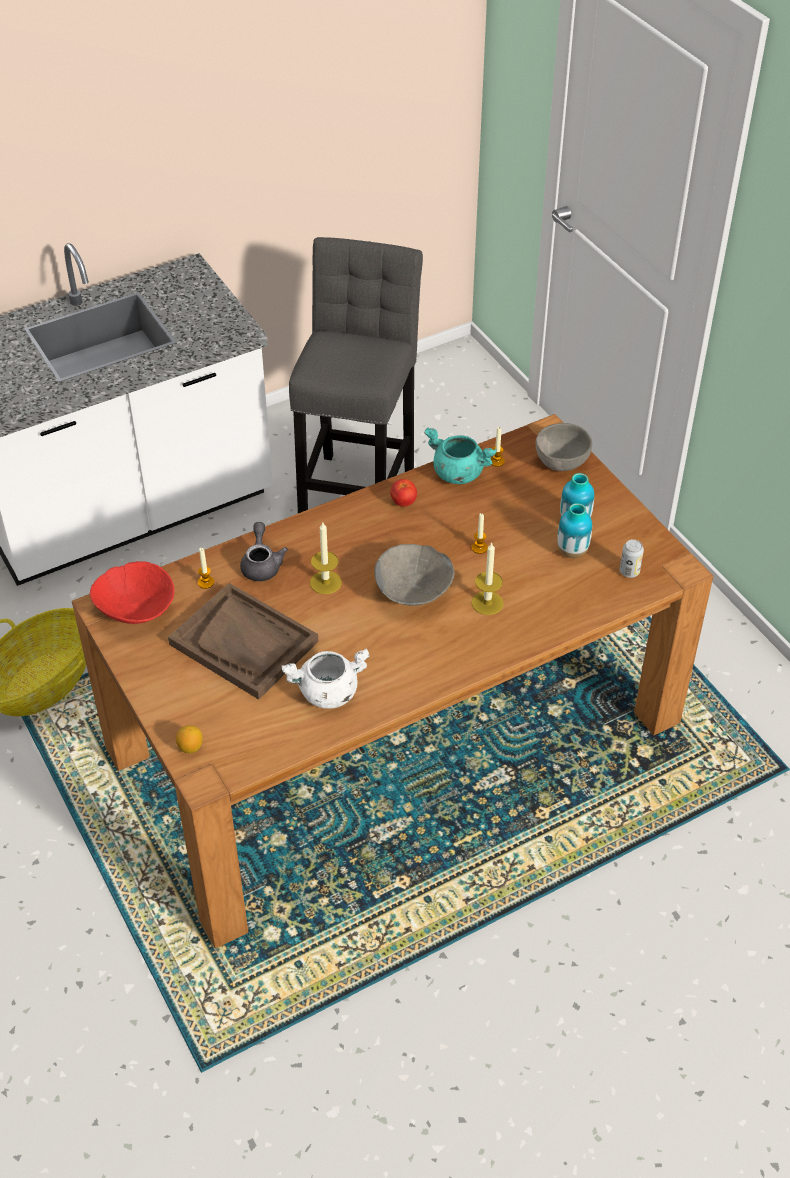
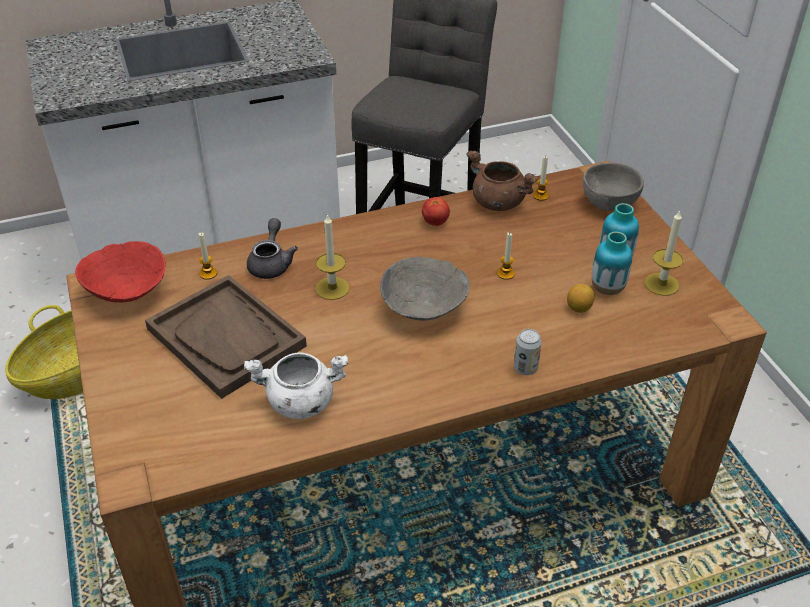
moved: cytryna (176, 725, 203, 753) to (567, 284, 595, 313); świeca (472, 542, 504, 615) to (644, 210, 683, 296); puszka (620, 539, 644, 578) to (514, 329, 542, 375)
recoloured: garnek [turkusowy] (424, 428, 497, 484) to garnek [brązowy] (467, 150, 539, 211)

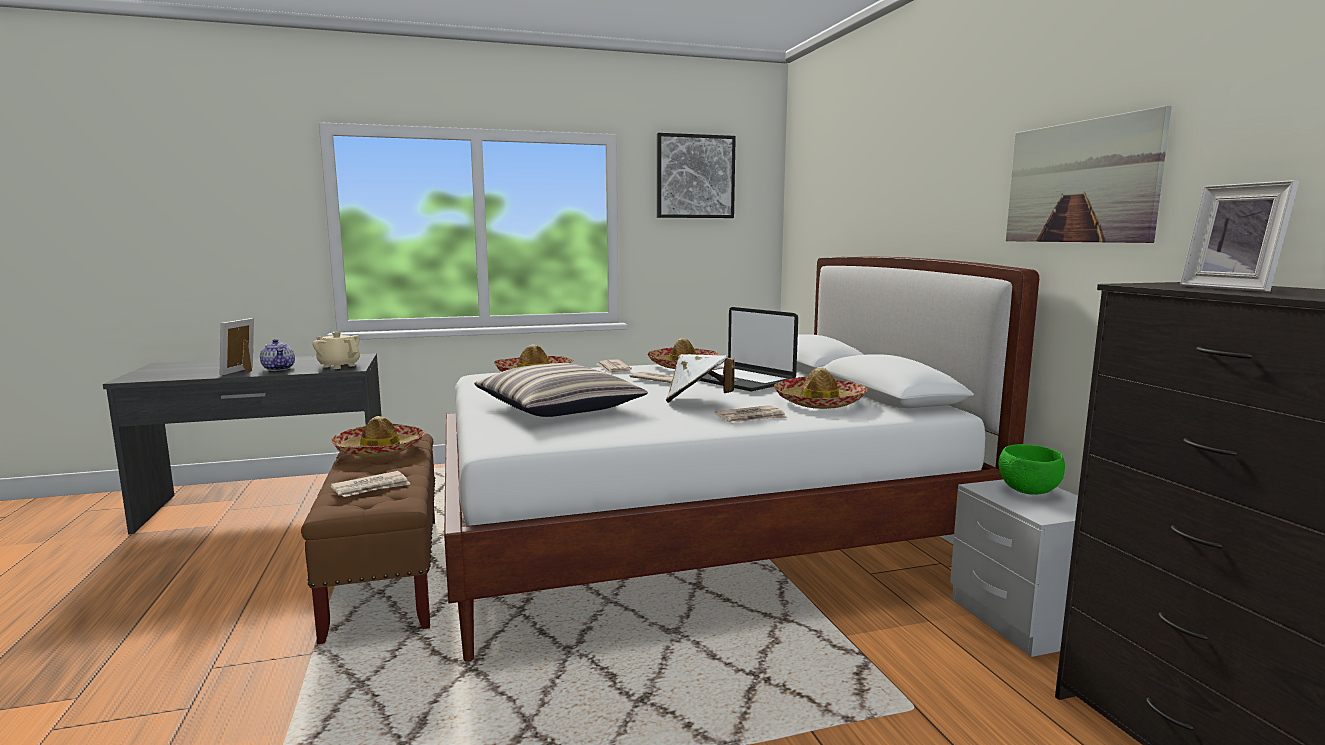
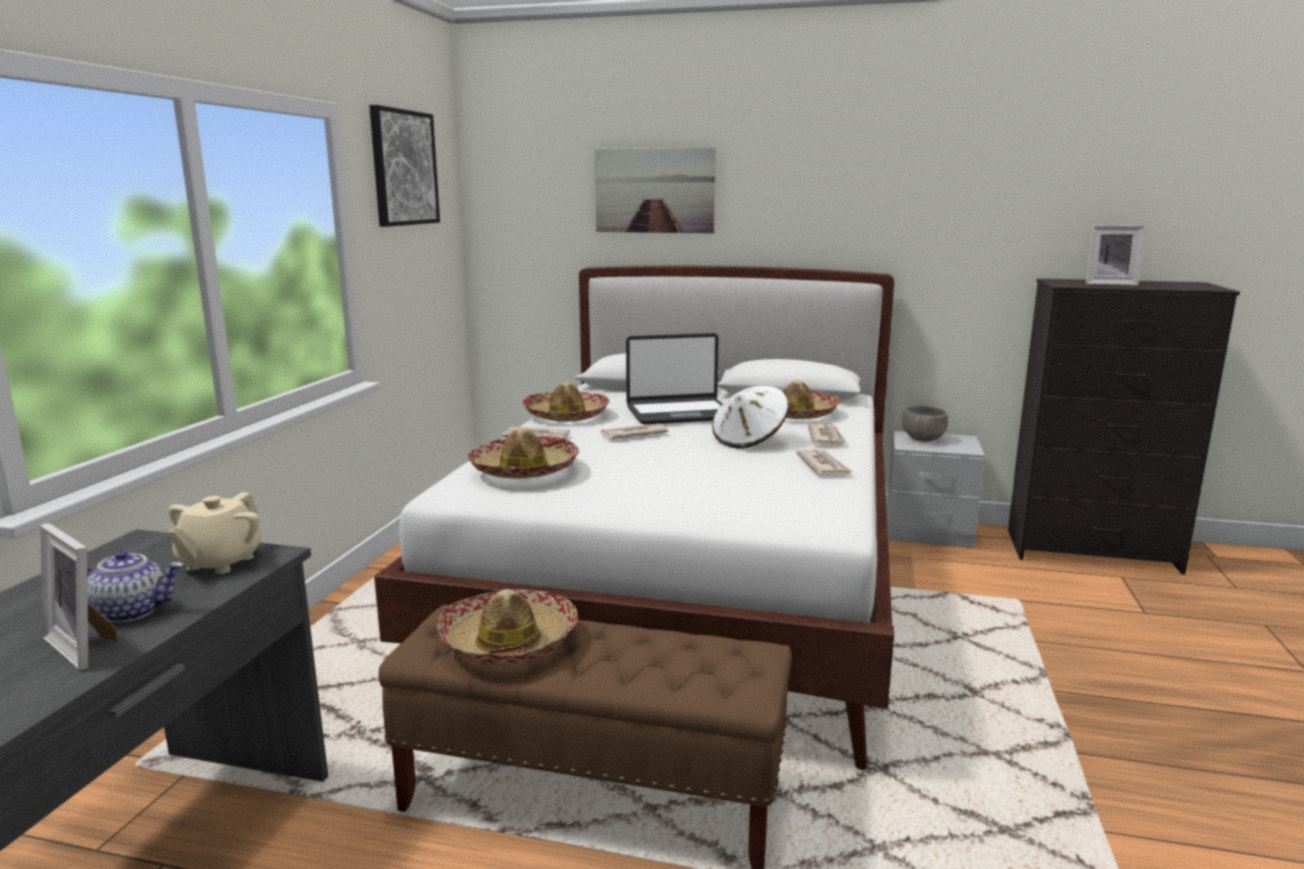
removed: poduszka (474, 363, 648, 417)
moved: gazeta (330, 471, 410, 497) to (796, 450, 853, 475); obraz (1006, 106, 1172, 243) to (595, 147, 716, 233)
recoloured: miska [zielony] (999, 444, 1065, 495) to miska [szary] (902, 406, 948, 442)
turned: imbryk [beżowy] (312, 332, 360, 369) = (168, 492, 261, 574) 45 degrees counterclockwise

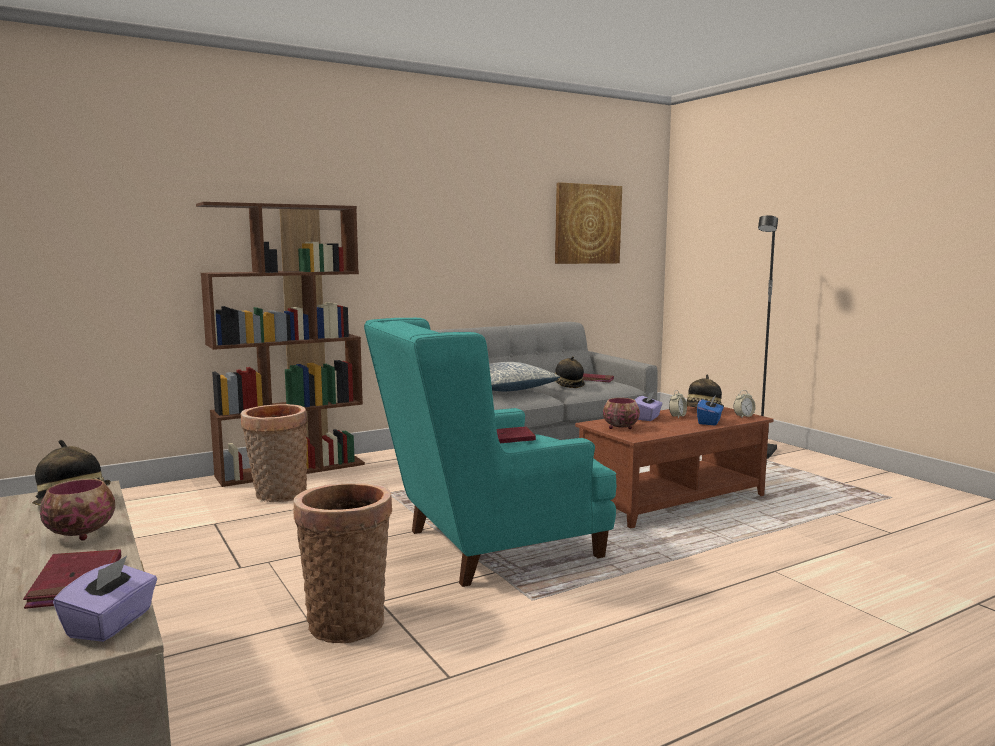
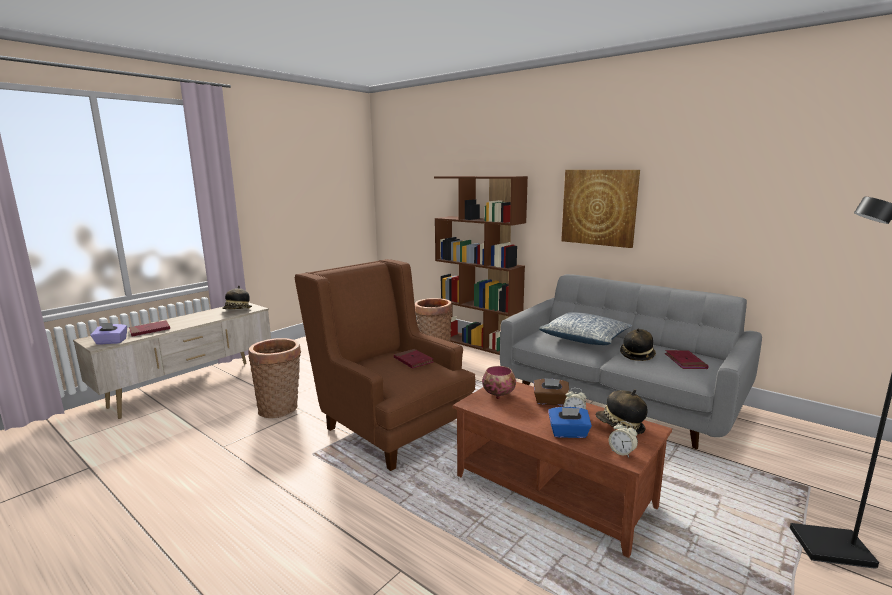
removed: miska (40, 479, 115, 541)
moved: obraz (555, 182, 622, 264) to (561, 170, 640, 248)
recoloured: fotel [turkusowy] (364, 318, 617, 587) to fotel [brązowy] (295, 259, 476, 471); pudełko chusteczek [fioletowy] (635, 392, 663, 421) to pudełko chusteczek [brązowy] (534, 378, 570, 406)

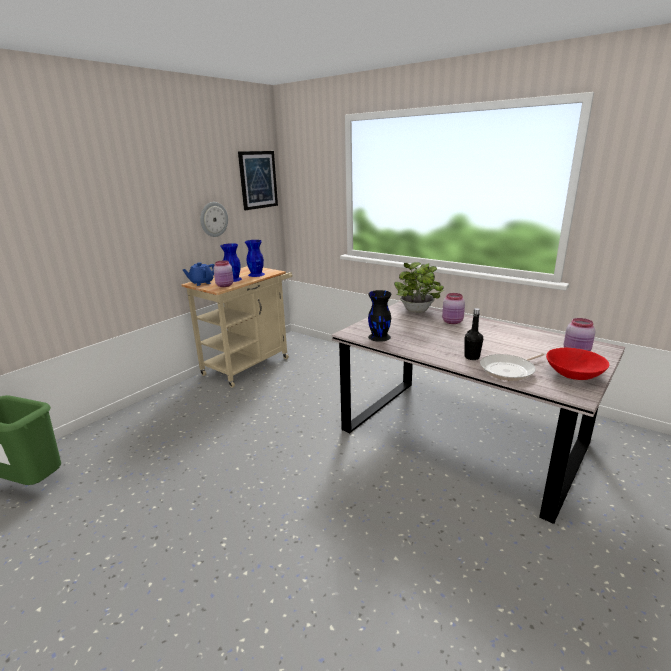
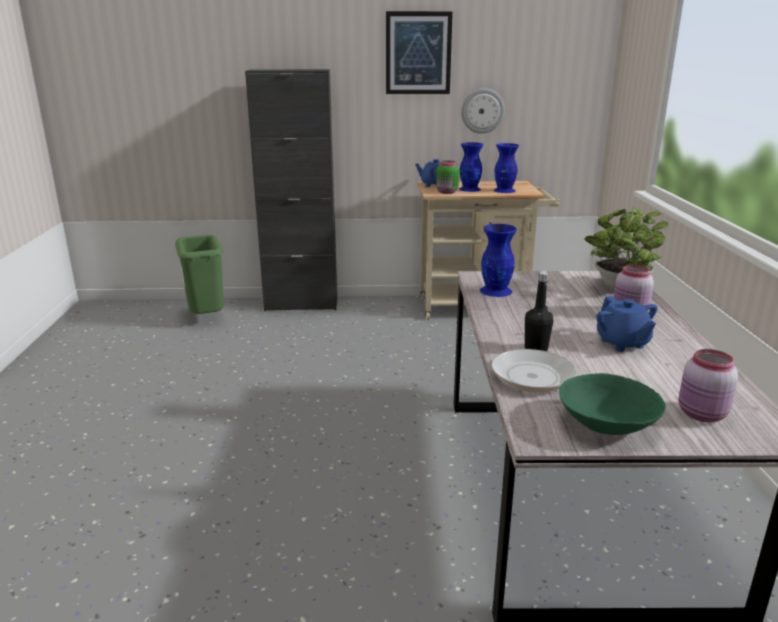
added: szafka [czarny] (245, 69, 337, 311); imbryk [niebieski] (596, 296, 658, 352)
moved: obraz (238, 151, 278, 210) to (386, 11, 453, 94)
recoloured: słoik [różowy] (213, 260, 234, 287) to słoik [zielony] (436, 160, 459, 194); wazon [czarny] (368, 290, 392, 342) to wazon [niebieski] (480, 224, 517, 297); miska [czerwony] (546, 348, 609, 380) to miska [zielony] (559, 373, 666, 435)

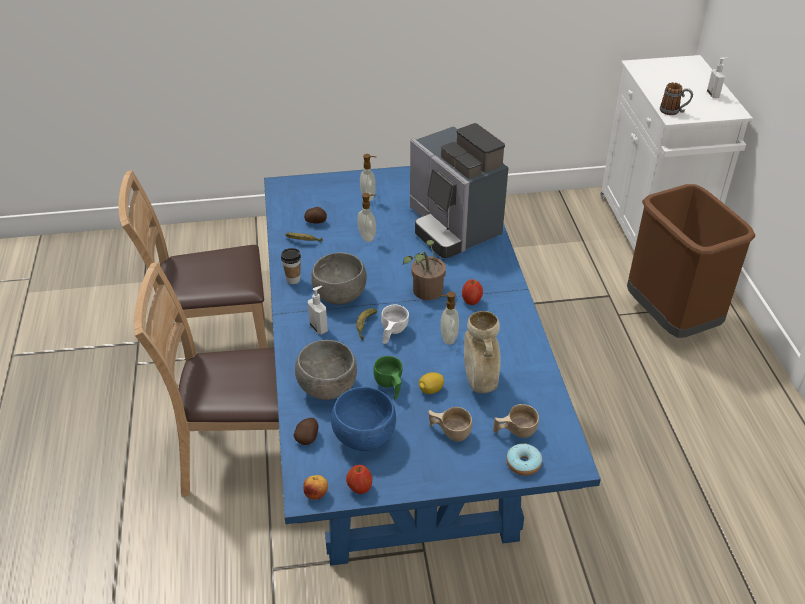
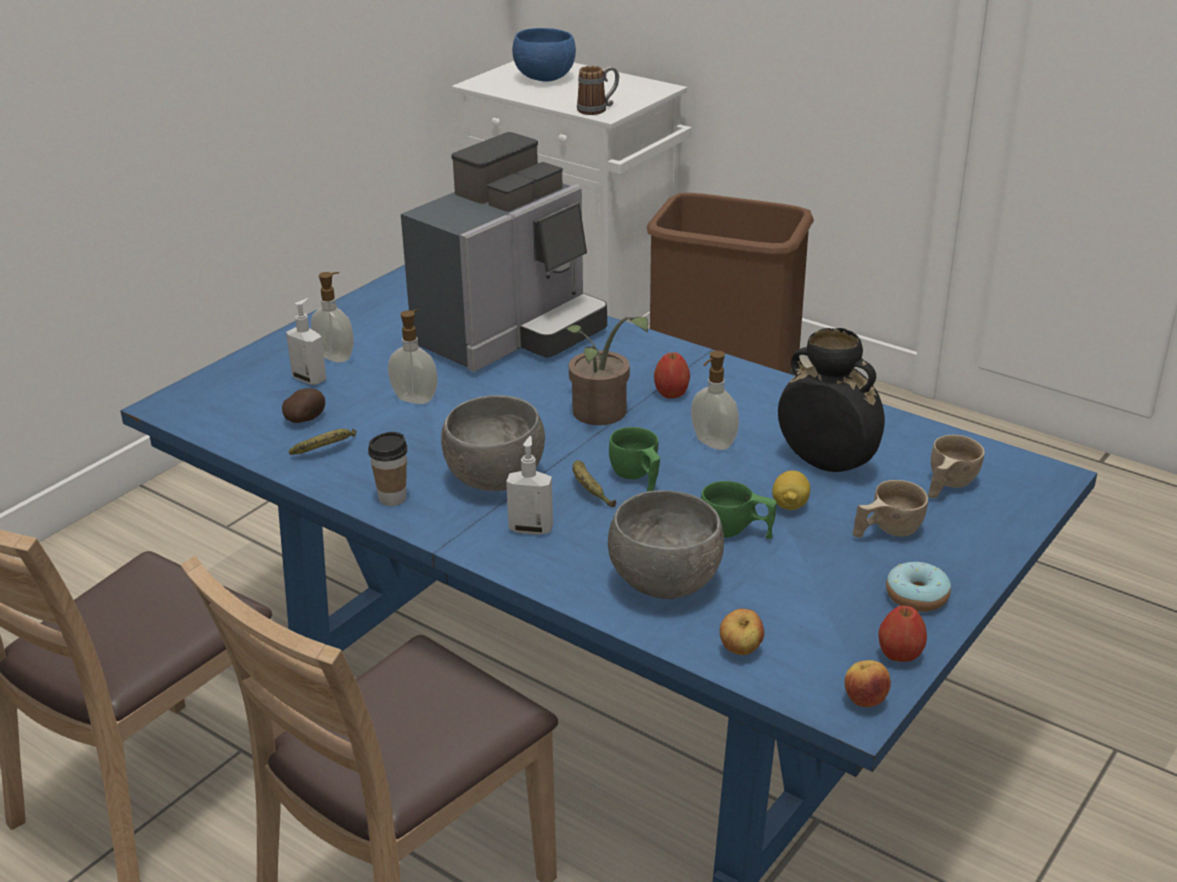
moved: miska [niebieski] (331, 387, 396, 451) to (512, 28, 576, 82); donut (506, 443, 542, 476) to (886, 562, 951, 612); dozownik mydła (707, 57, 727, 98) to (286, 298, 326, 385)
replaced: ziemniak (293, 418, 318, 445) to jabłko (720, 608, 764, 655)
recoloured: filiżanka [biały] (381, 304, 409, 344) to filiżanka [zielony] (609, 427, 660, 492); wazon [beżowy] (464, 311, 501, 393) to wazon [czarny] (778, 328, 885, 472)
turned: ekspres do kawy (410, 123, 509, 258) = (401, 132, 607, 372) 60 degrees counterclockwise

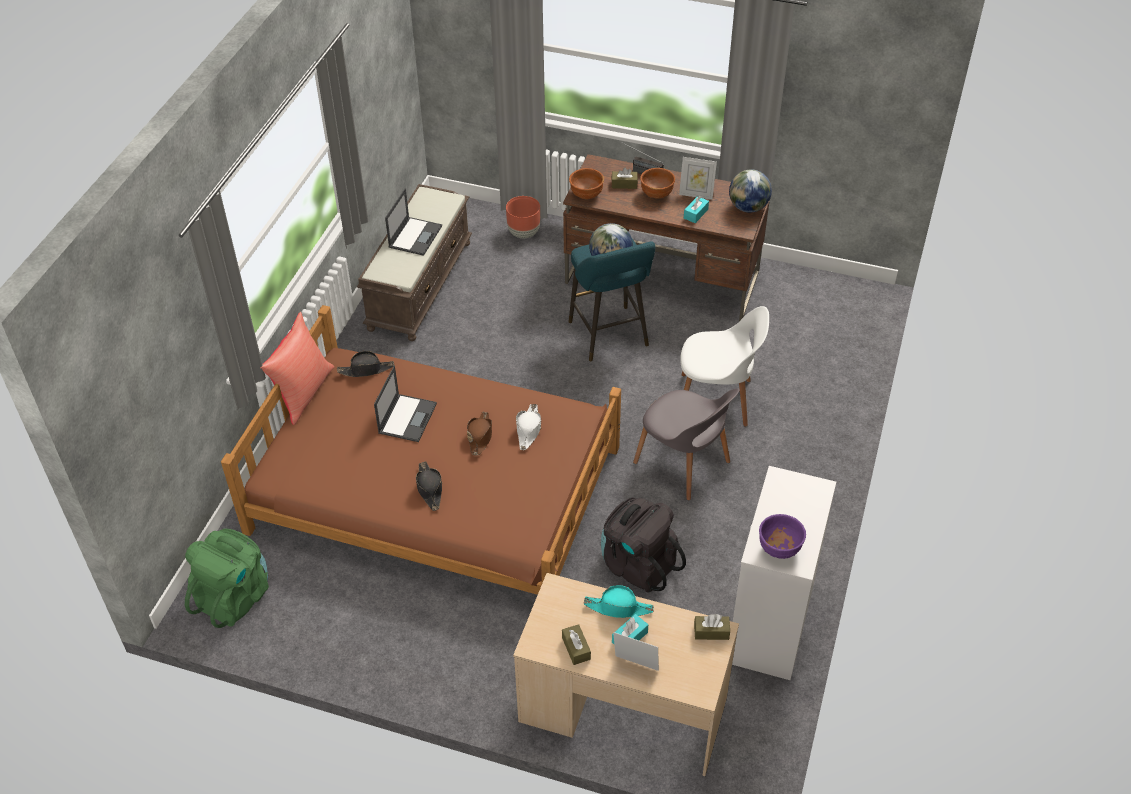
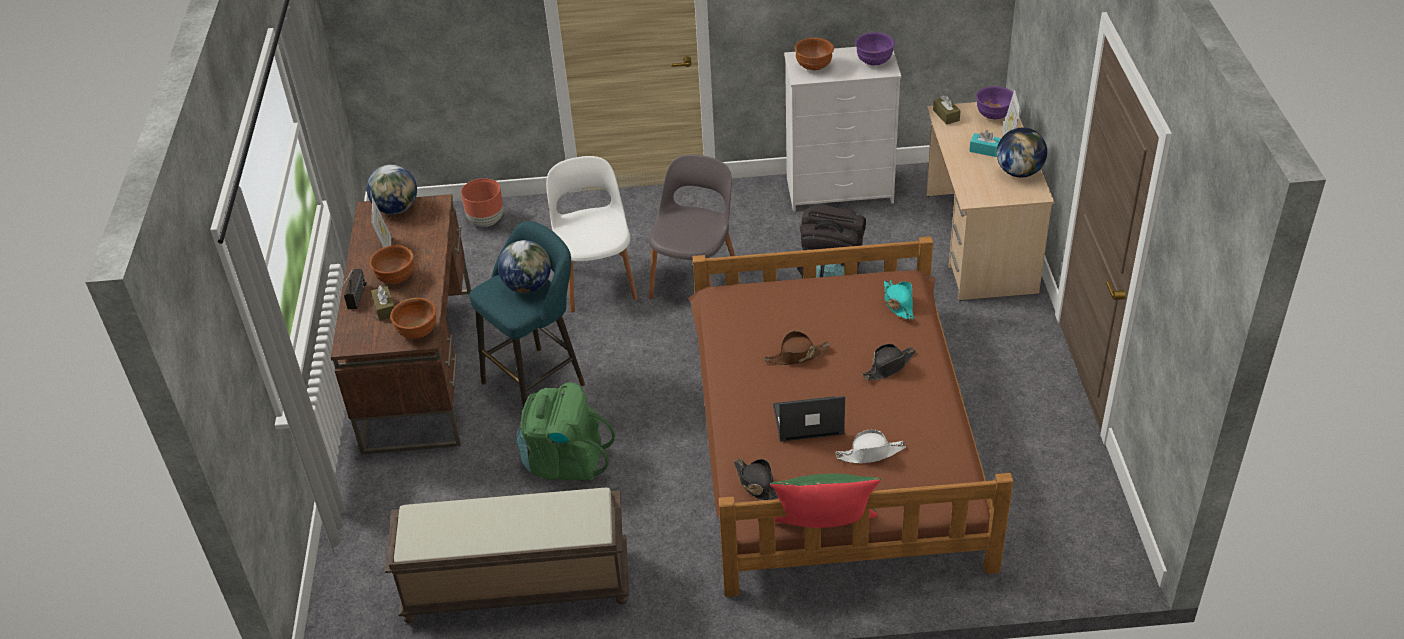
removed: laptop (385, 188, 442, 256); pudełko chusteczek [turkusowy] (684, 196, 709, 223)
added: miska [brązowy] (795, 38, 834, 70); miska [fioletowy] (976, 86, 1013, 119)
moved: plecak [zielony] (185, 529, 269, 628) to (516, 382, 615, 481); donica [brązowy] (506, 196, 540, 238) to (461, 178, 503, 227); kapelusz [biały] (516, 404, 541, 450) to (835, 429, 906, 464); kapelusz [turkusowy] (584, 585, 654, 618) to (884, 280, 915, 320)
replaced: pudełko chusteczek [brązowy] (562, 624, 591, 665) to globus (997, 128, 1047, 177)
recoloured: poduszka [czerwony] (260, 312, 334, 425) to poduszka [zielony] (770, 474, 881, 528)

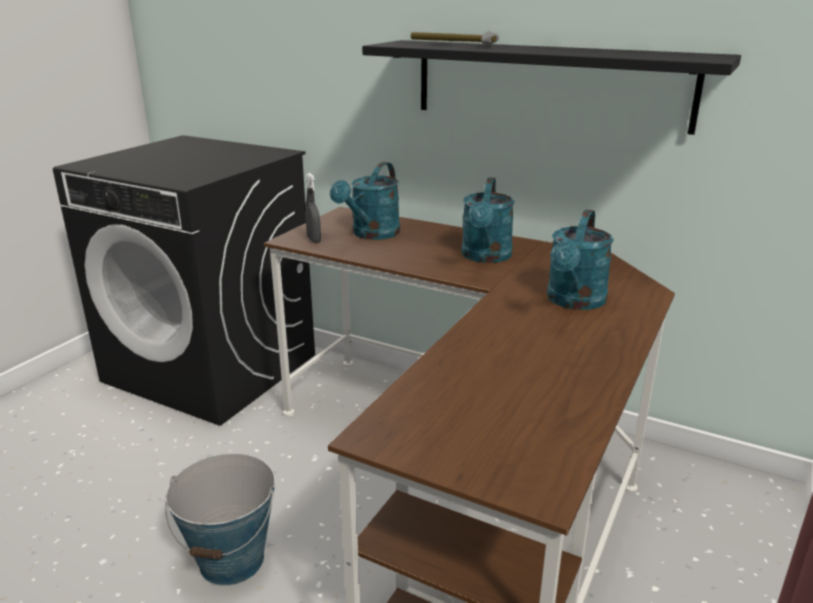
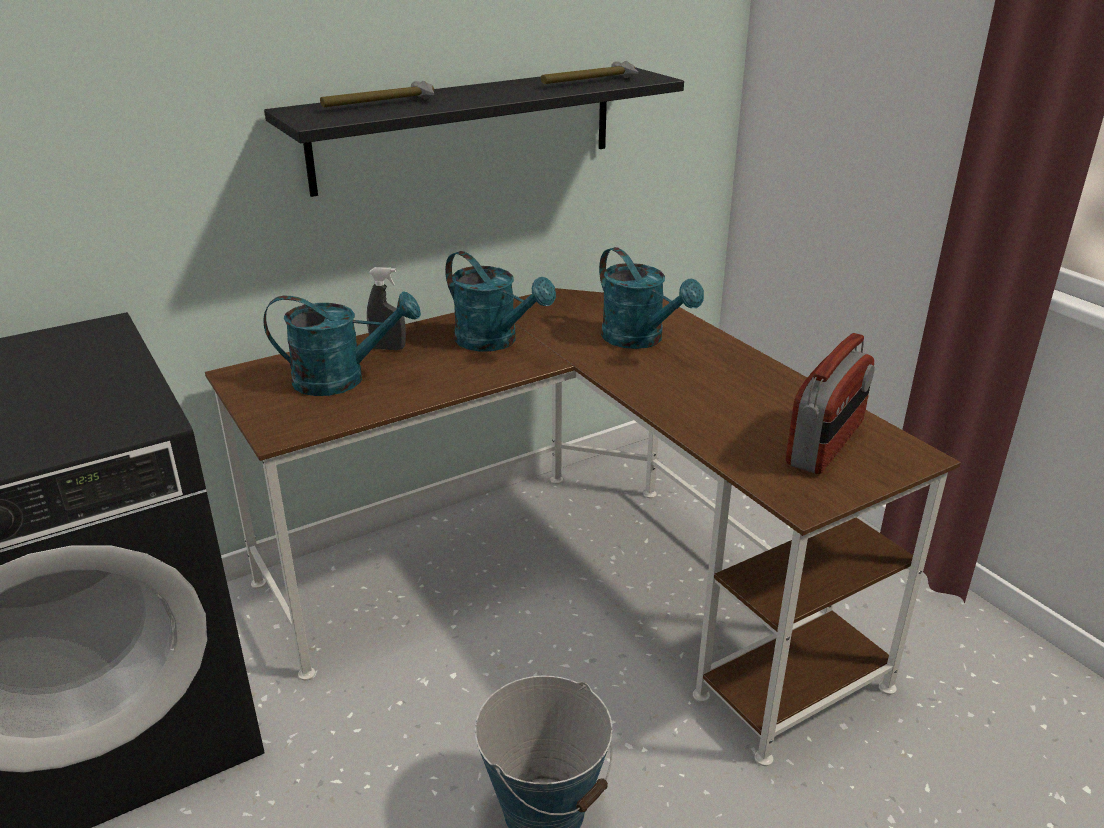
added: młotek (541, 61, 638, 84); radio (786, 333, 874, 474)
moved: spryskiwacz [szary] (305, 173, 321, 243) to (367, 267, 406, 350)
turned: konewka [turkusowy] (330, 162, 400, 240) = (263, 291, 421, 396) 60 degrees counterclockwise

